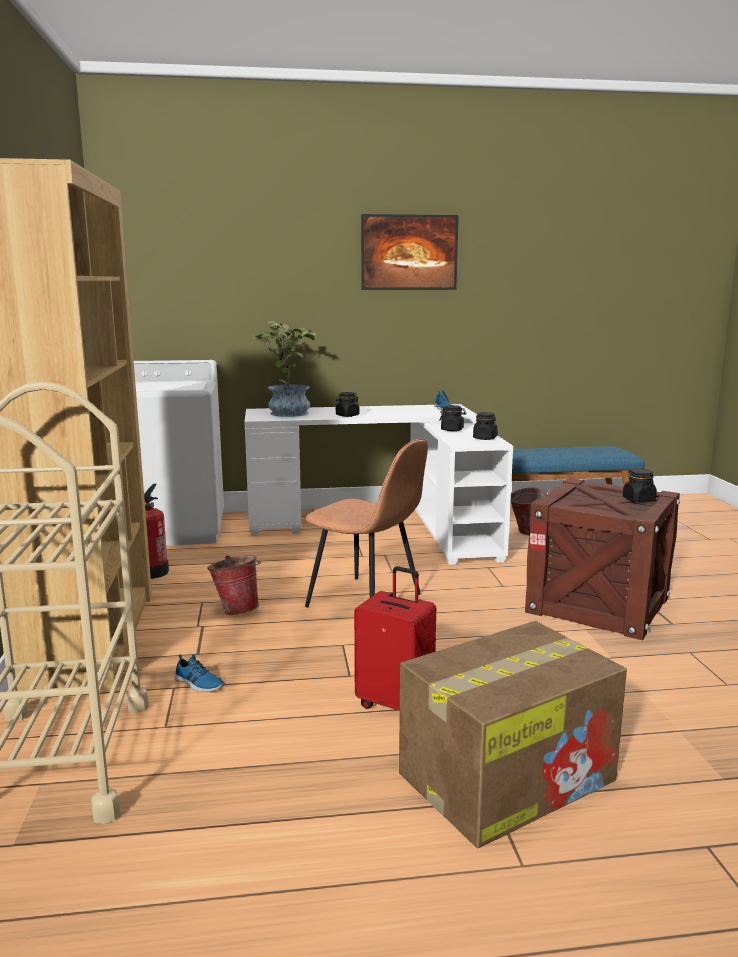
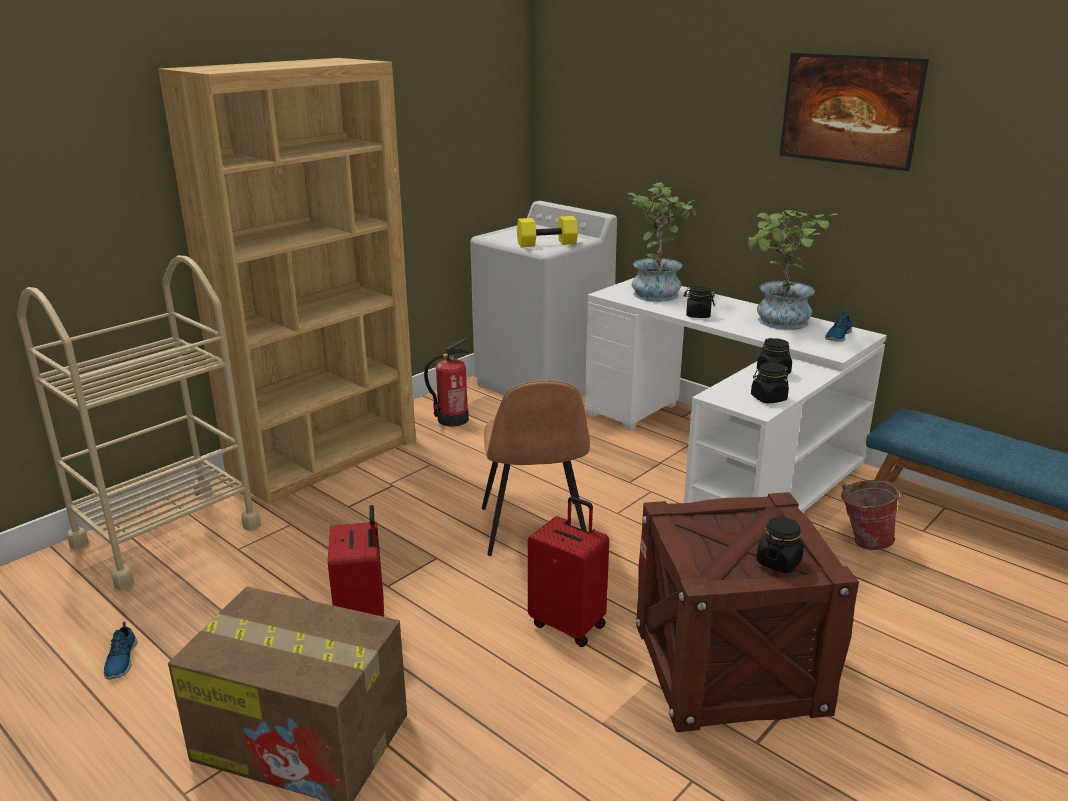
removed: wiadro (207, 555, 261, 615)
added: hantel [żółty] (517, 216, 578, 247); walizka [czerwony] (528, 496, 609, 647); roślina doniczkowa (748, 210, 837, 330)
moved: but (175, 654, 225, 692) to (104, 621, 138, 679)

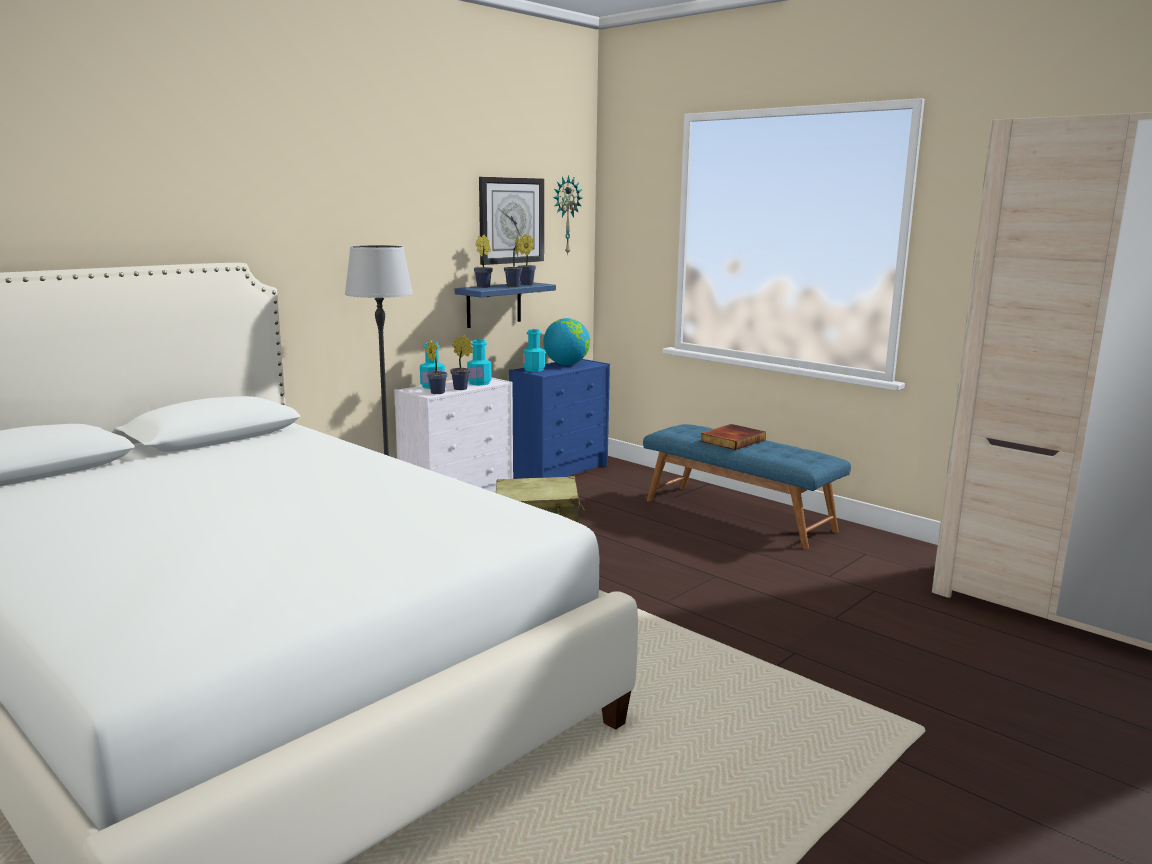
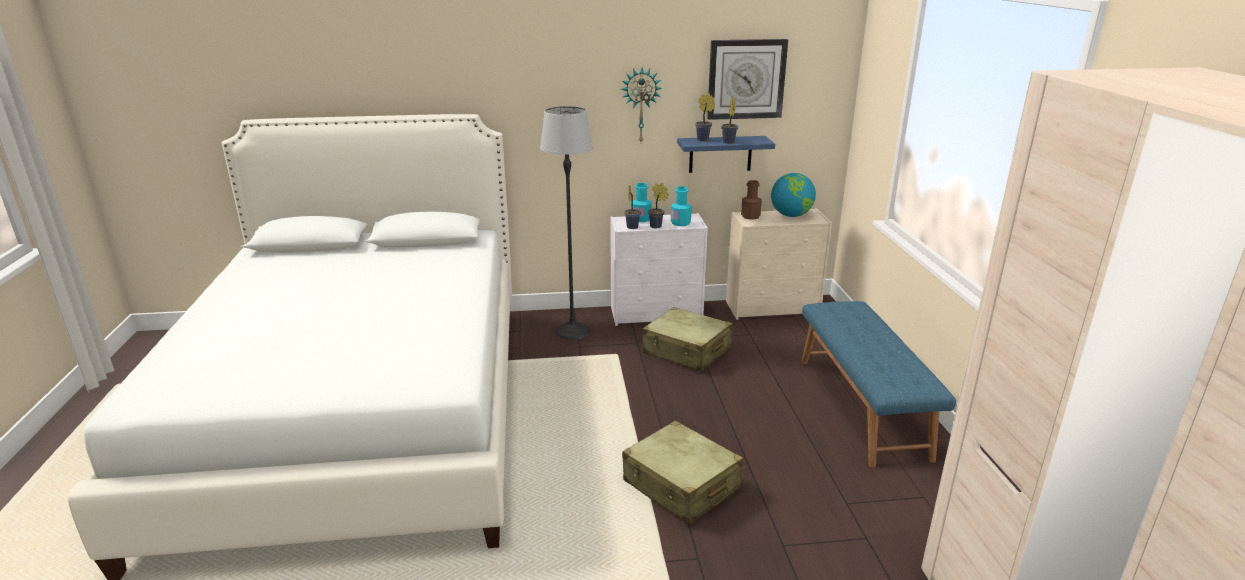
removed: roślina doniczkowa (518, 234, 536, 285); książka (700, 424, 766, 450)
added: walizka [beżowy] (622, 421, 743, 524)
moved: zegar ścienny (553, 175, 582, 255) to (621, 68, 662, 142)
recoloured: komoda [niebieski] (509, 359, 610, 479) to komoda [beżowy] (726, 209, 832, 320); butelka [turkusowy] (523, 329, 545, 372) to butelka [brązowy] (741, 180, 762, 220)

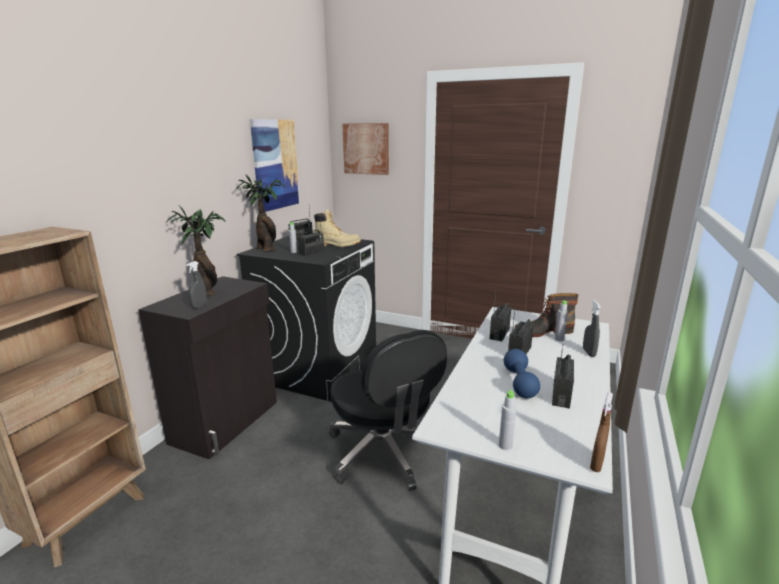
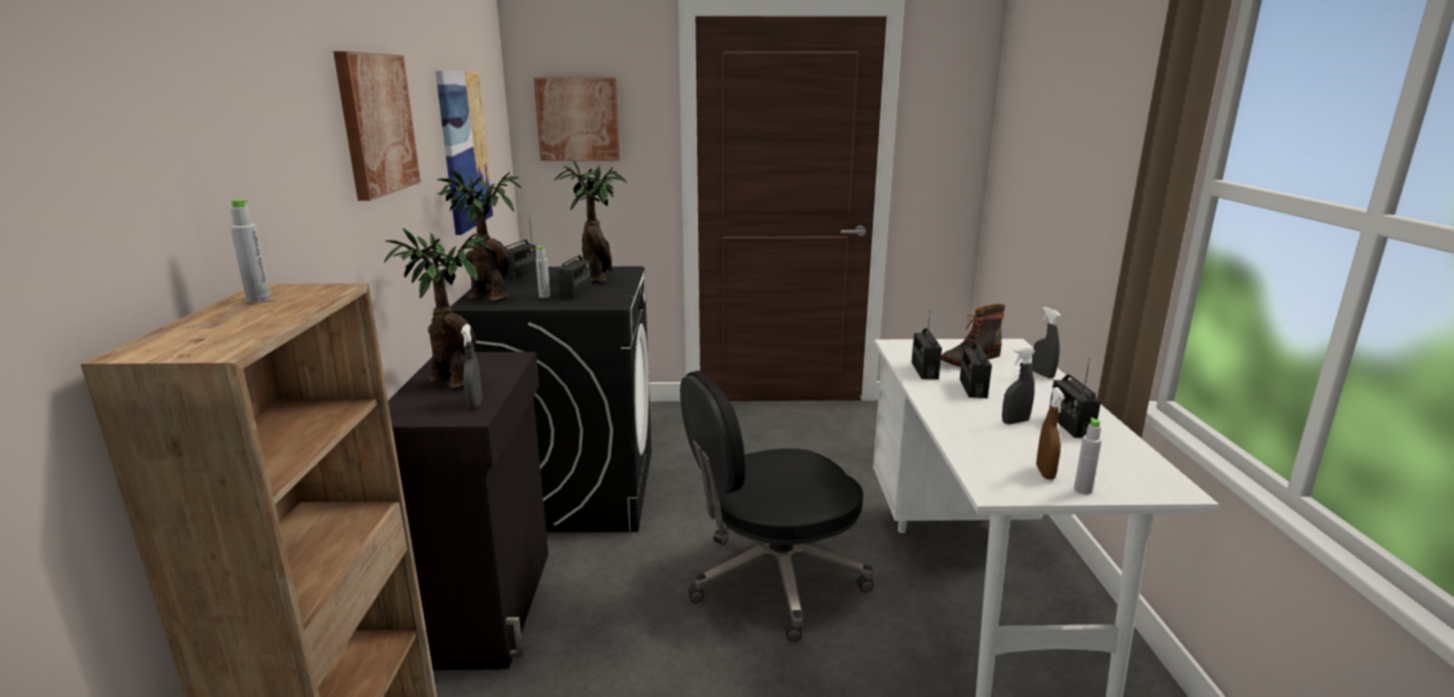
added: obraz (333, 51, 421, 201)
moved: butelka [szary] (555, 300, 569, 341) to (230, 199, 271, 302); spryskiwacz [brązowy] (590, 392, 613, 472) to (1036, 387, 1065, 479)
replaced: but z cholewką [beżowy] (314, 209, 361, 247) to roślina doniczkowa (554, 158, 627, 283); hantel [niebieski] (504, 349, 540, 399) to spryskiwacz [szary] (1002, 347, 1035, 424)
turned: krzesło biurowe [czarny] (329, 330, 447, 491) = (680, 371, 874, 642) 120 degrees clockwise

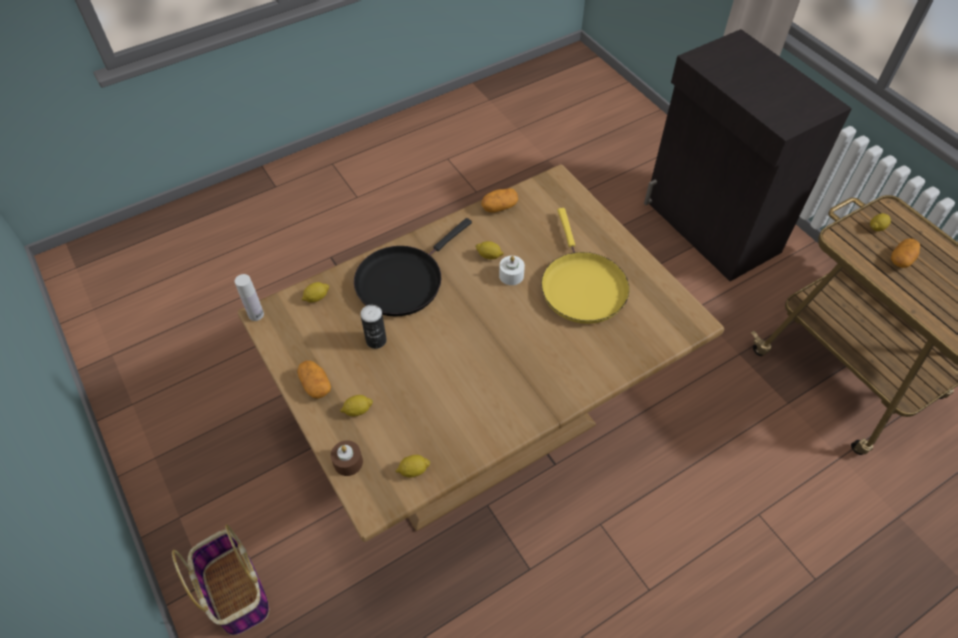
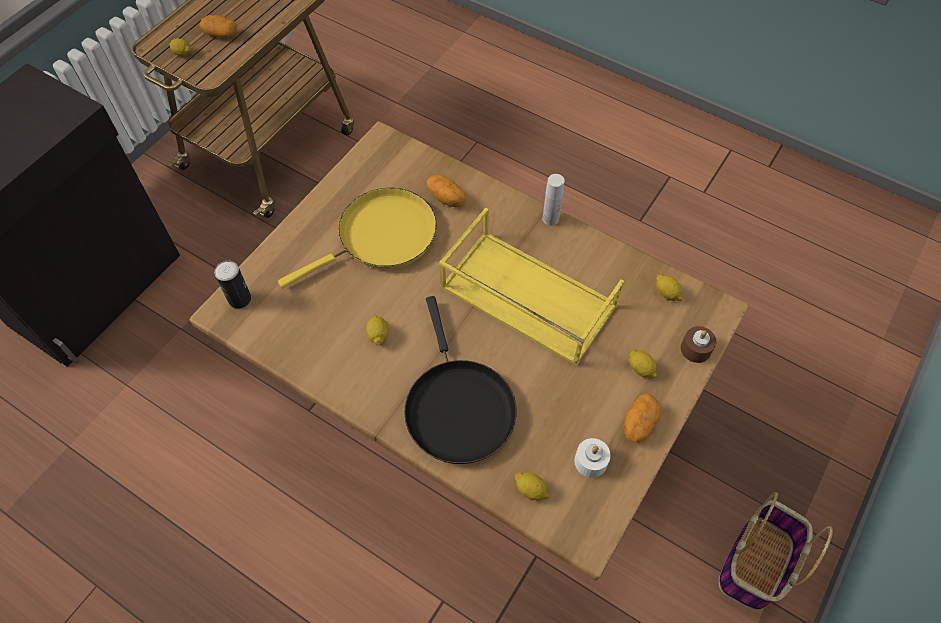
added: taca [żółty] (439, 207, 624, 366)
moved: butelka [biały] (235, 274, 264, 321) to (543, 174, 565, 226); puszka (360, 305, 387, 349) to (214, 260, 251, 309); ziemniak (481, 188, 518, 213) to (427, 175, 466, 207); świeca [biały] (499, 256, 525, 285) to (574, 438, 611, 478)
turned: patelnia [czarny] (354, 218, 472, 316) = (404, 296, 517, 464) 60 degrees clockwise

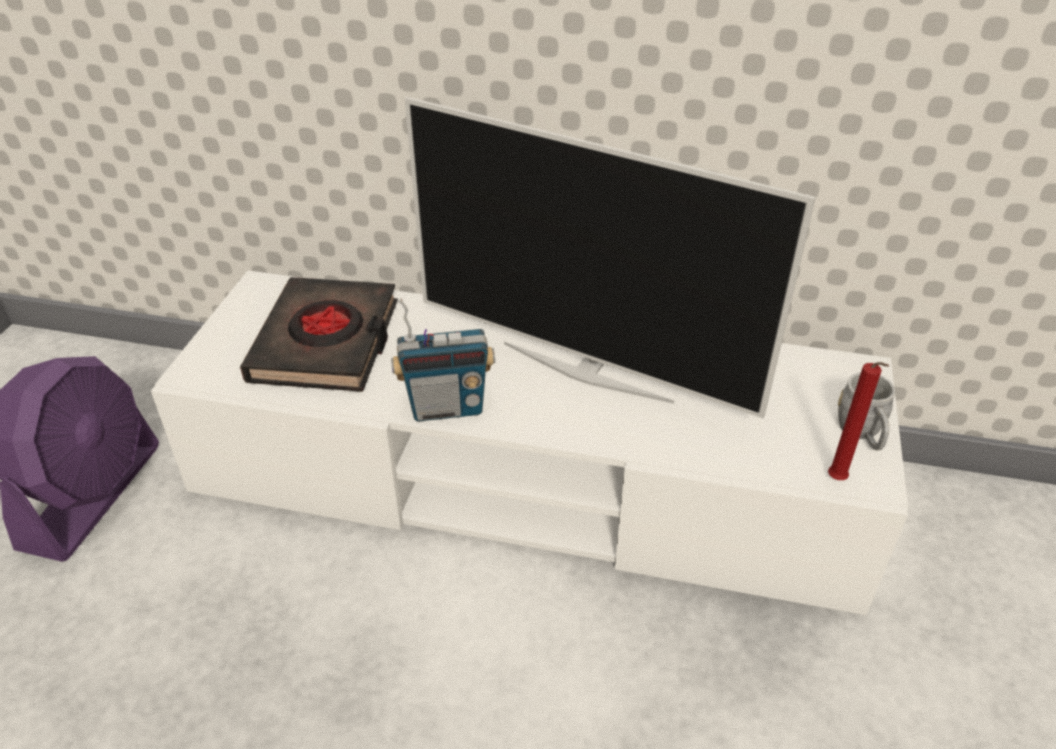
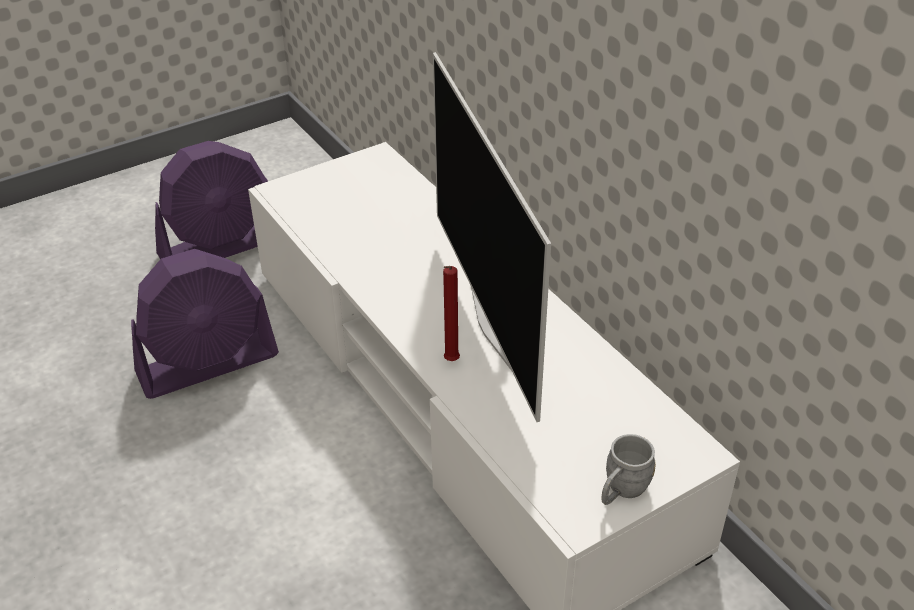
removed: książka [czarny] (240, 277, 398, 392); radio (391, 298, 495, 421)
added: wentylator [fioletowy] (131, 249, 279, 399)
moved: świeca [czerwony] (828, 362, 889, 480) to (443, 266, 460, 361)

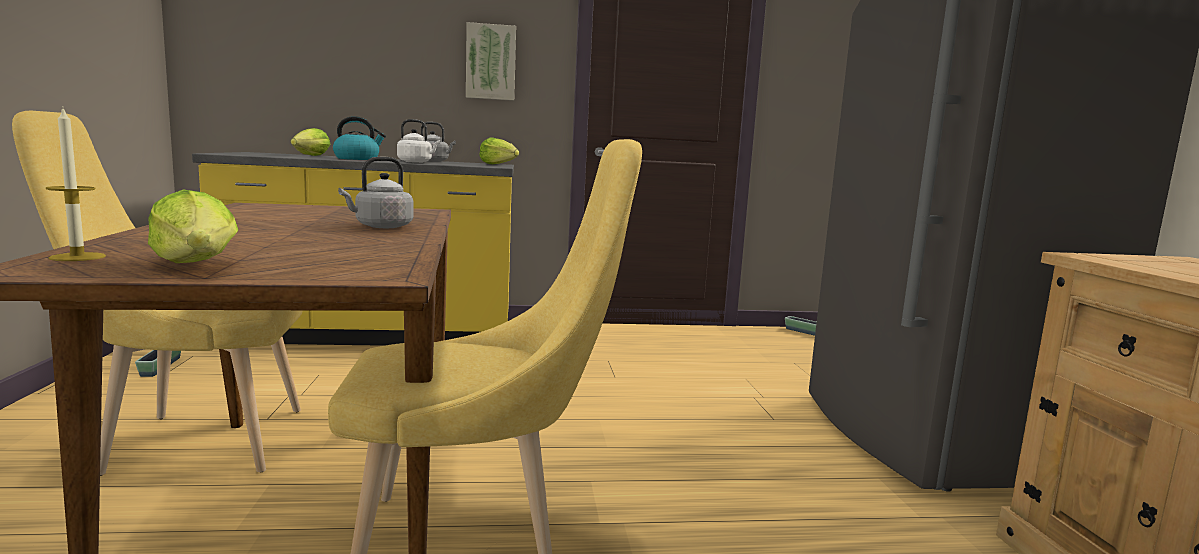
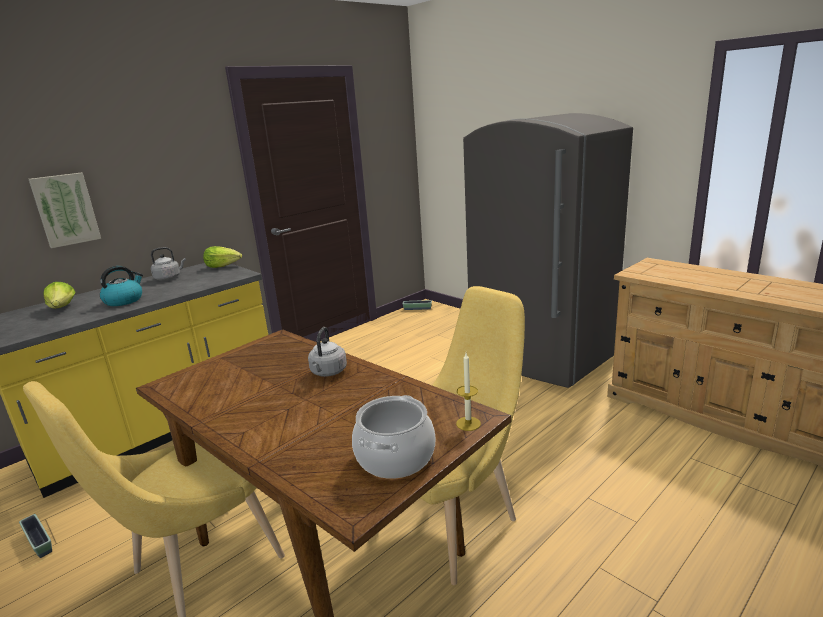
removed: czajnik [biały] (397, 119, 440, 163)
moved: świeca (46, 109, 106, 261) to (456, 353, 481, 431); obraz (466, 22, 516, 101) to (29, 173, 101, 248)
replaced: sałata (148, 189, 238, 263) to garnek (352, 395, 435, 479)

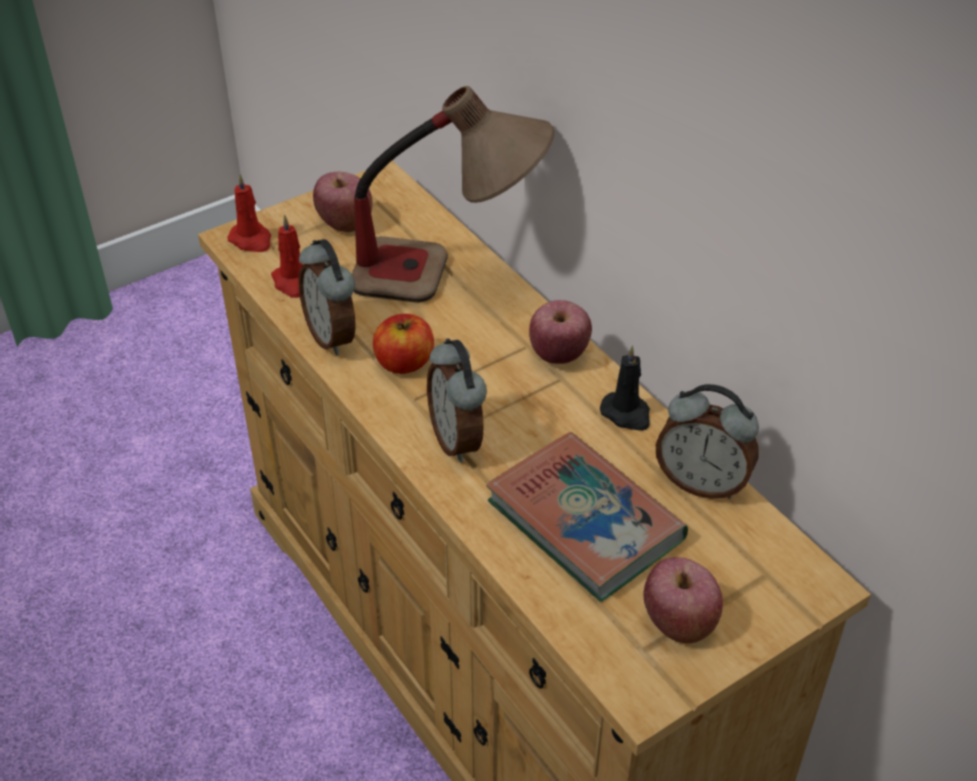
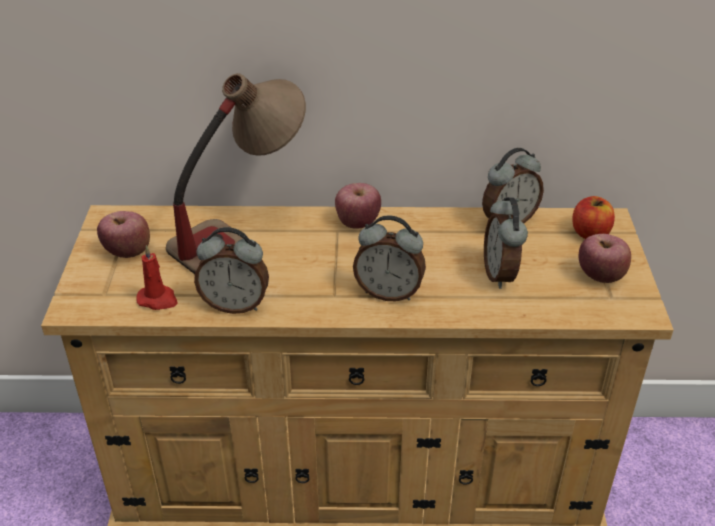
removed: świeca [czerwony] (227, 174, 271, 252); świeca [czarny] (600, 345, 650, 431)
moved: jabłko (373, 314, 434, 374) to (572, 196, 615, 239)
replaced: książka (486, 432, 688, 602) to budzik (484, 197, 528, 289)

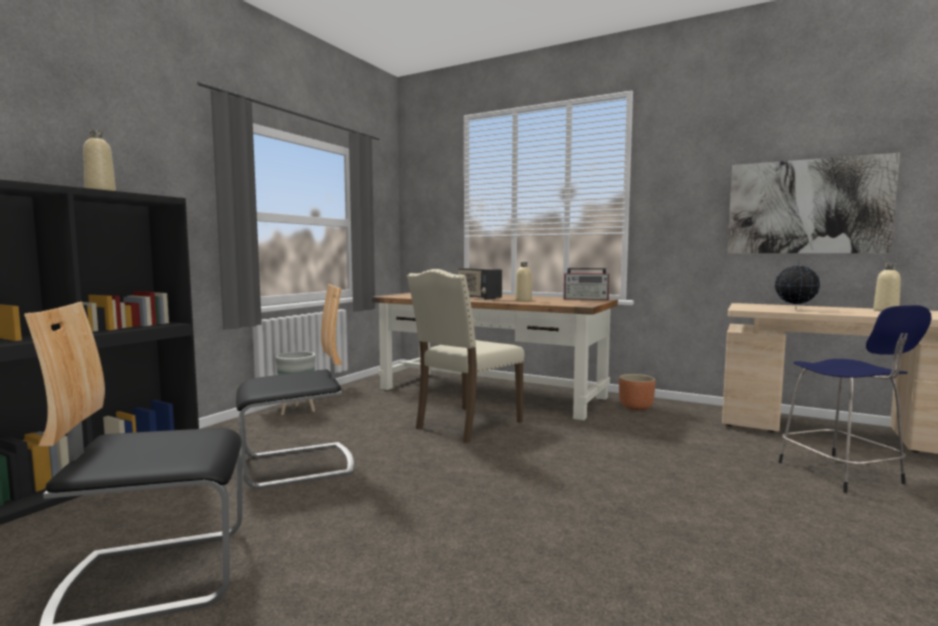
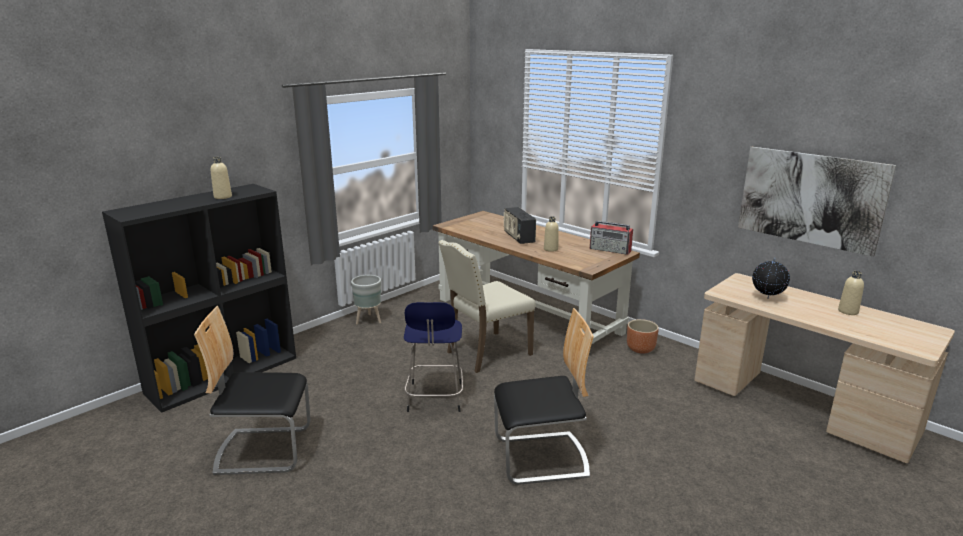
moved: krzesło (236, 284, 354, 489) to (494, 308, 594, 485); stołek [niebieski] (779, 305, 932, 493) to (404, 302, 463, 412)

